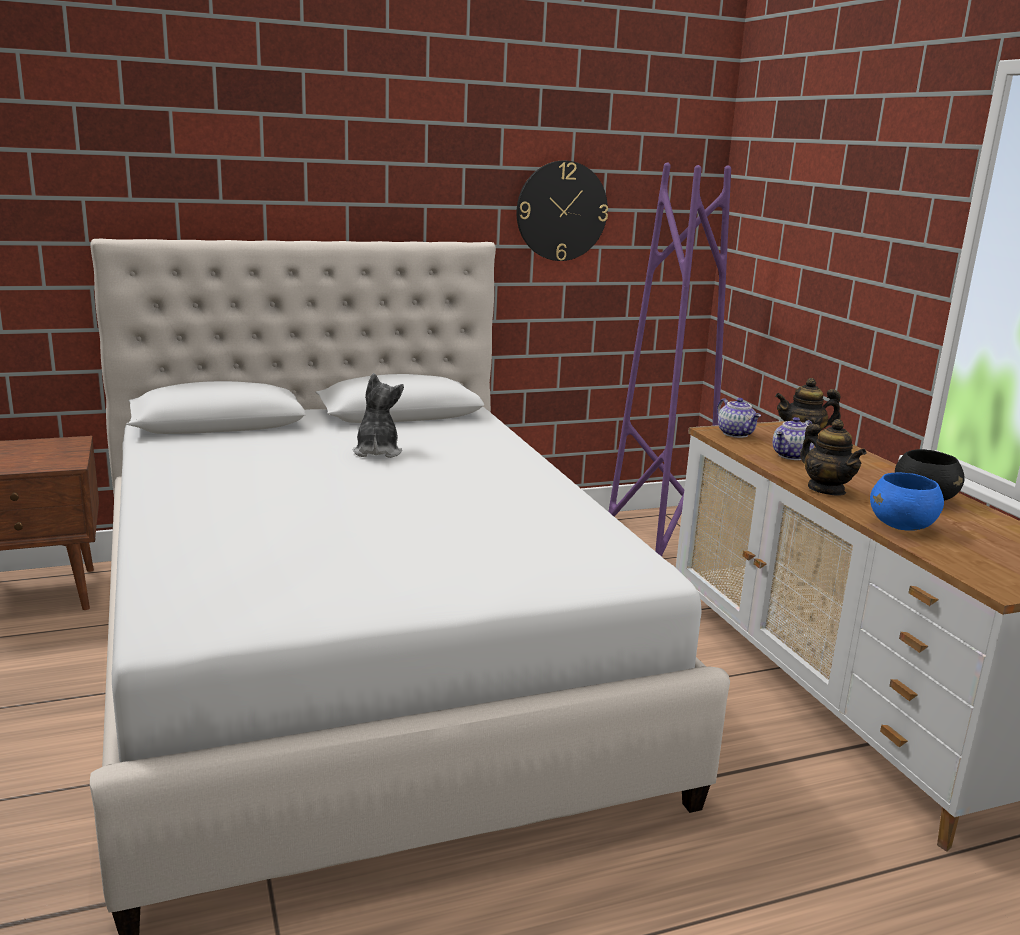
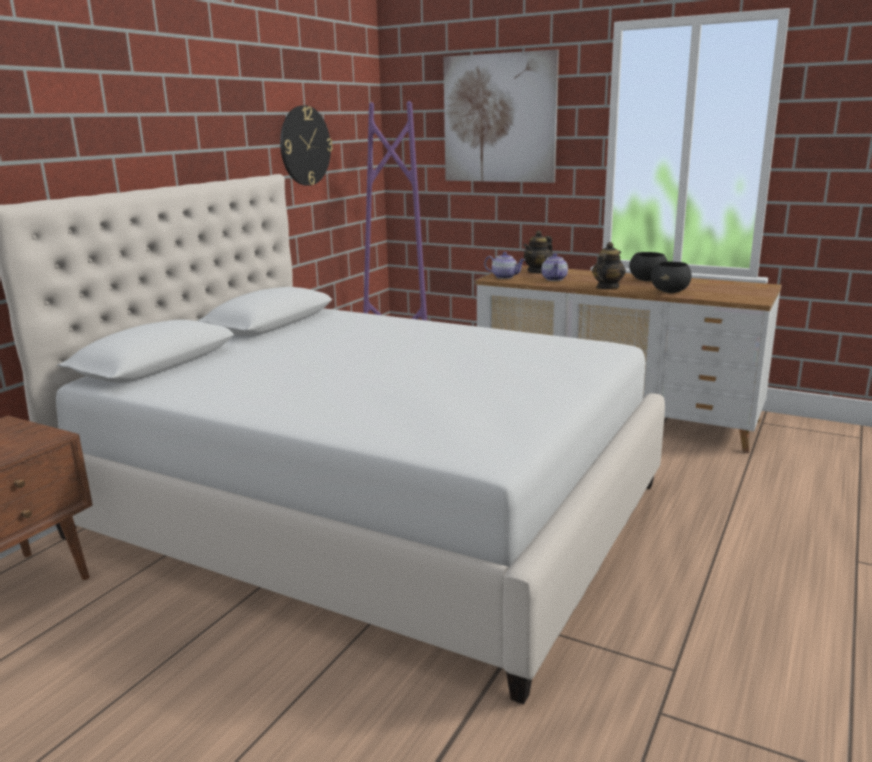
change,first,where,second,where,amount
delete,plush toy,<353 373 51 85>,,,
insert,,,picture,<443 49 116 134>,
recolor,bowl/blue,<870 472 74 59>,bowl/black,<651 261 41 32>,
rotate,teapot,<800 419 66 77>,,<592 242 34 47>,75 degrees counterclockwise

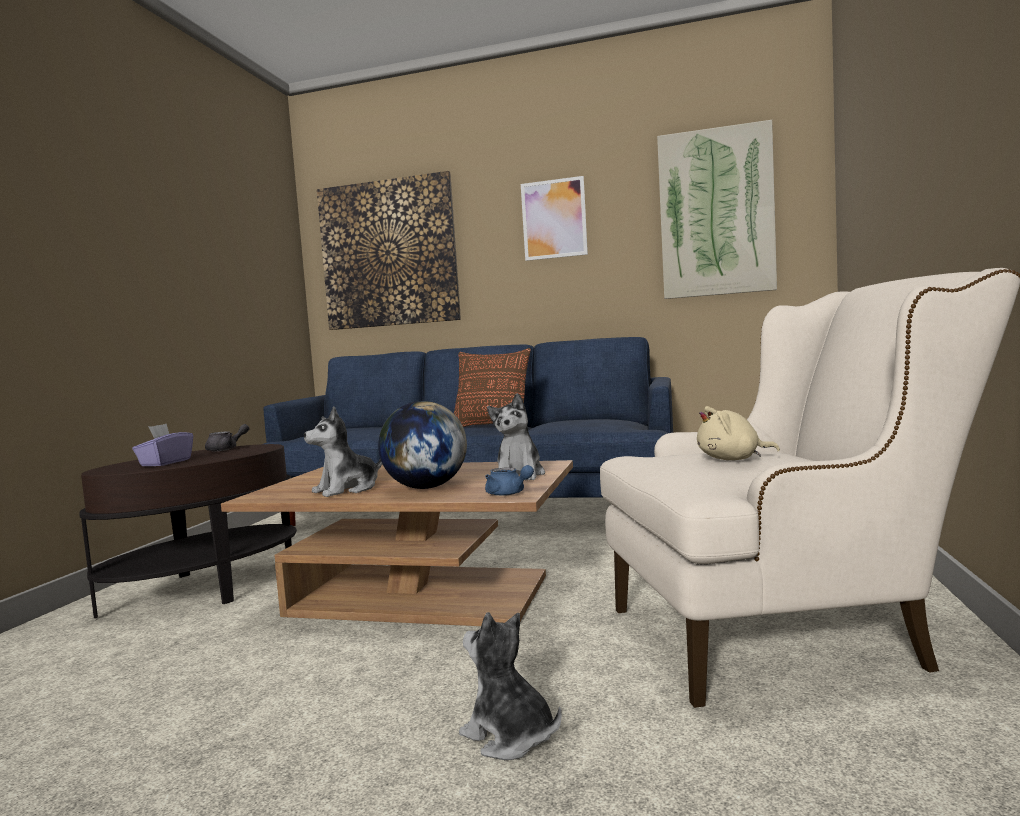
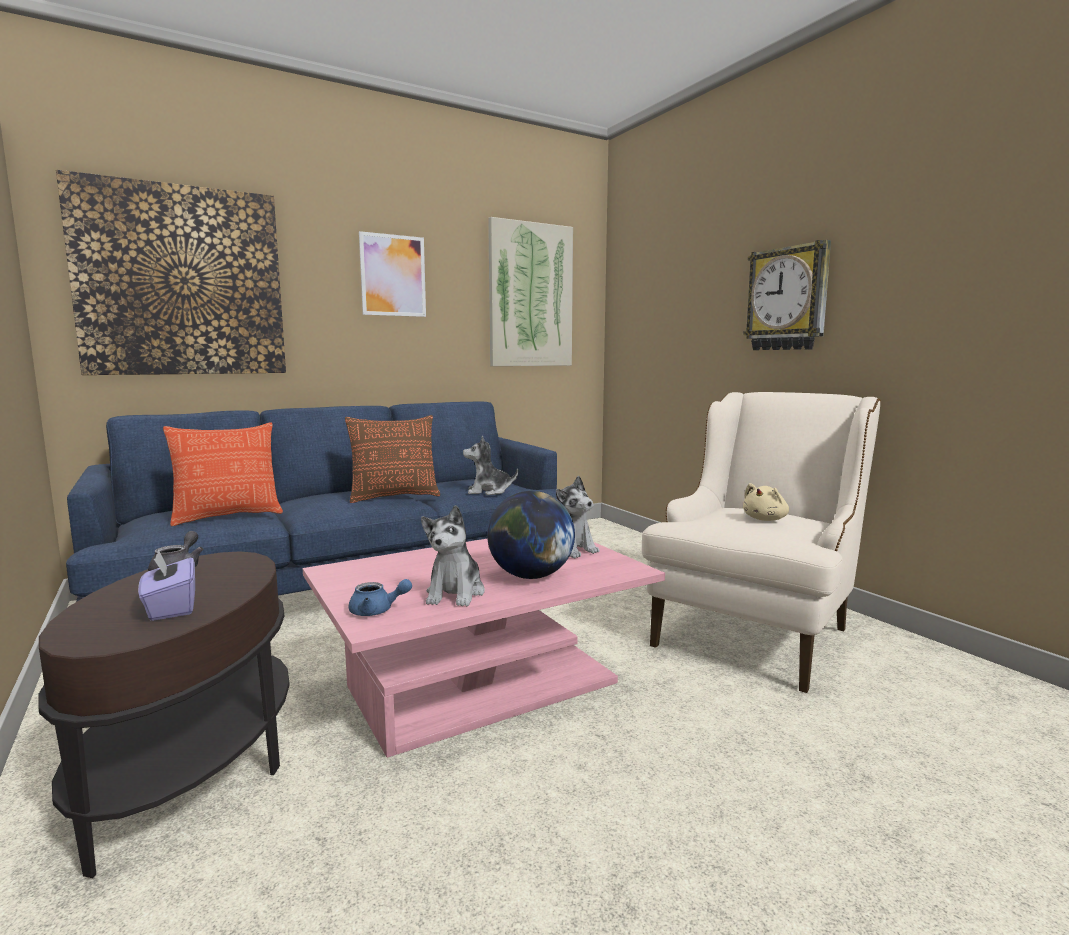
change,first,where,second,where,amount
insert,,,pillow/orange,<163 422 120 104>,
insert,,,wall clock,<743 240 88 110>,
move,plush toy,<459 612 103 148>,,<463 436 55 59>,
move,teapot/blue,<485 465 49 31>,,<349 579 63 37>,
recolor,coffee table/brown,<221 460 352 166>,coffee table/pink,<303 539 362 219>,

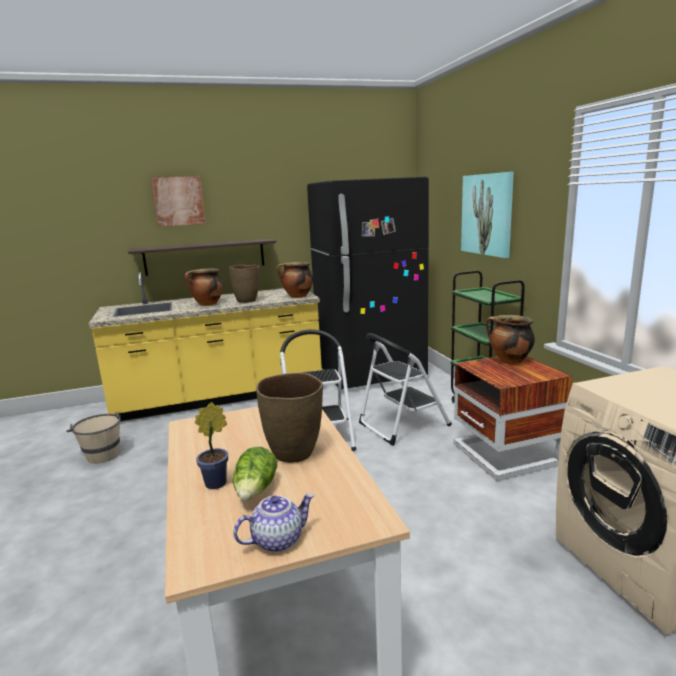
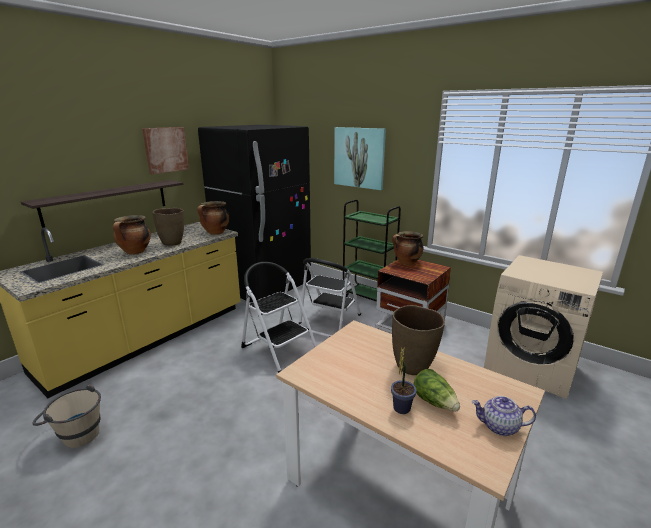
change,first,where,second,where,amount
move,picture,<151 176 55 51>,,<142 127 47 47>,
rotate,teapot,<233 493 81 59>,,<472 396 64 40>,105 degrees counterclockwise

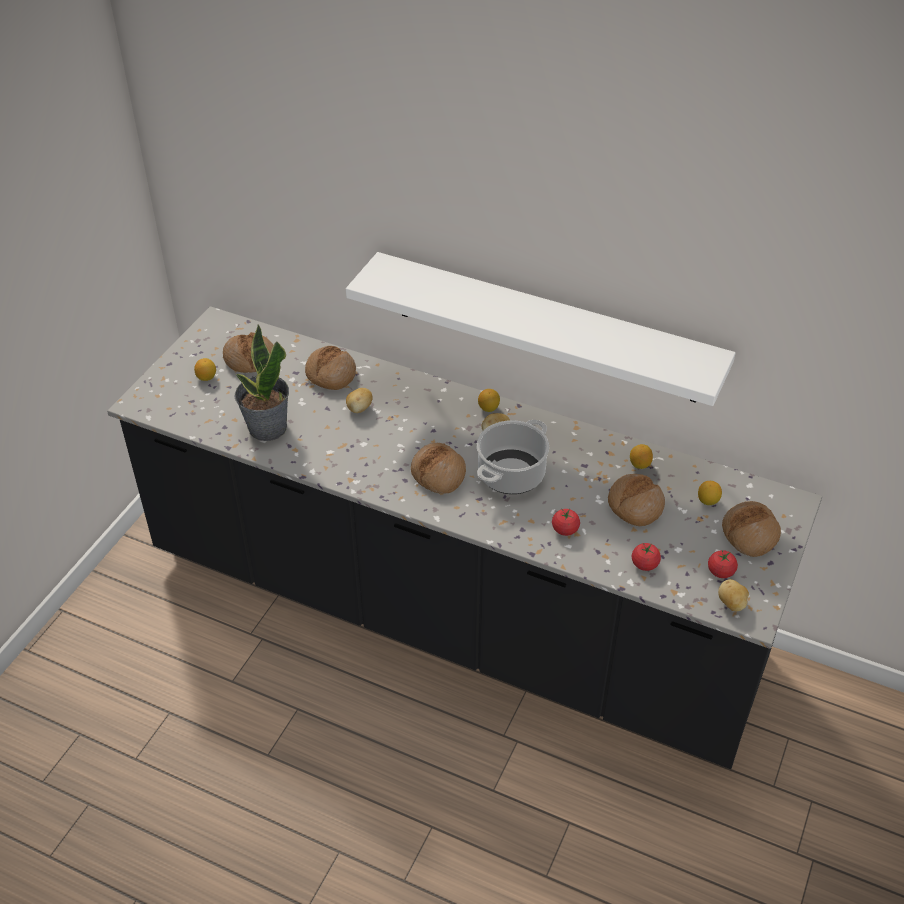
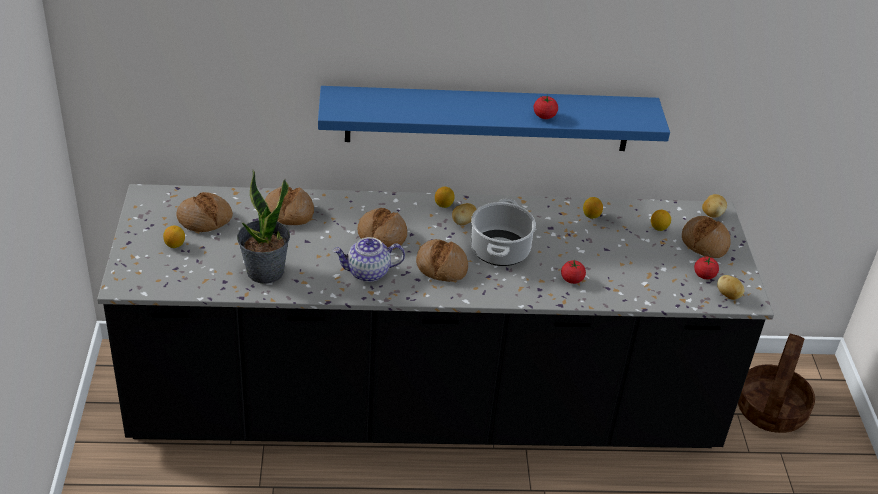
change,first,where,second,where,amount
insert,,,teapot,<333 237 72 45>,
insert,,,basket,<738 334 77 99>,
move,potato,<346 388 27 25>,,<702 194 25 24>,
move,bread,<608 474 57 52>,,<358 208 49 42>,
move,tomato,<632 543 29 28>,,<533 95 25 24>,
recolor,shelf/white,<346 252 390 154>,shelf/blue,<318 86 352 65>,

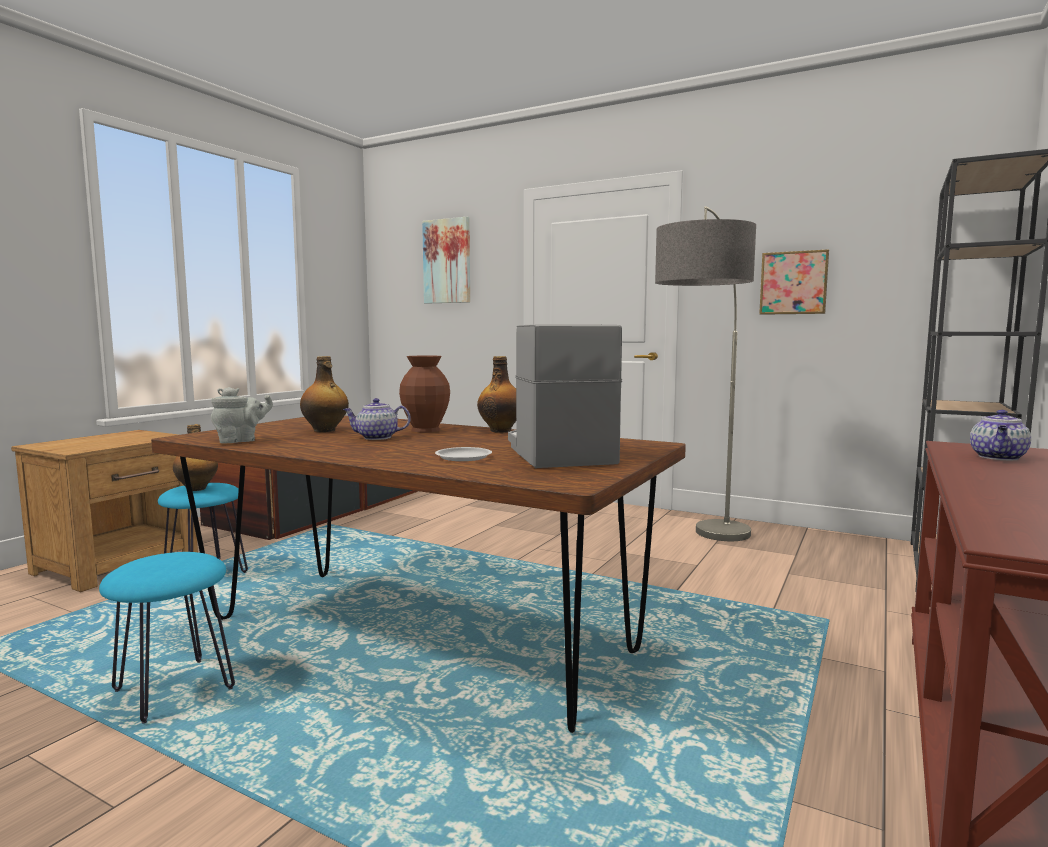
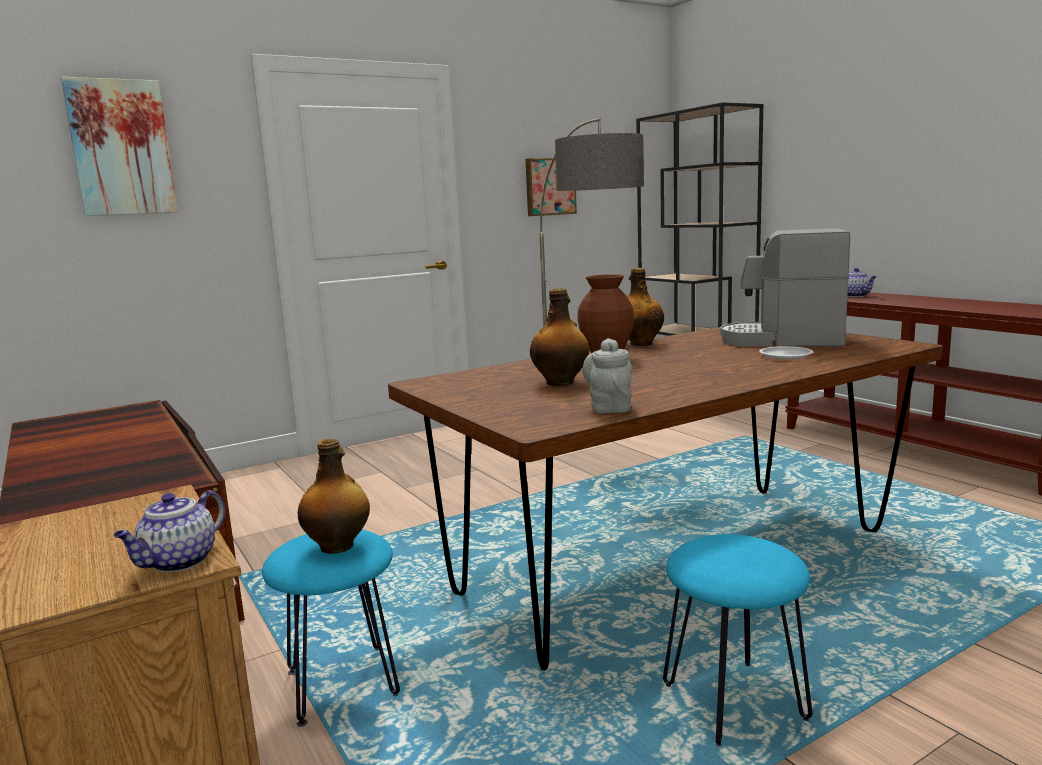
change,first,where,second,where,amount
move,teapot,<343 398 68 42>,,<113 490 112 82>,

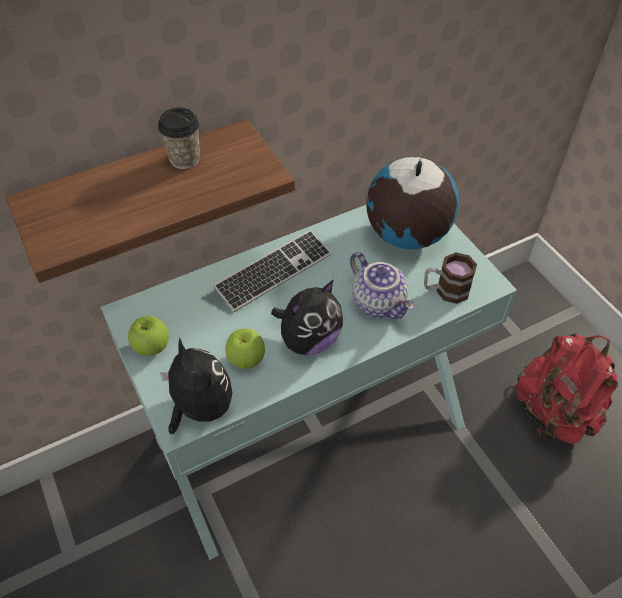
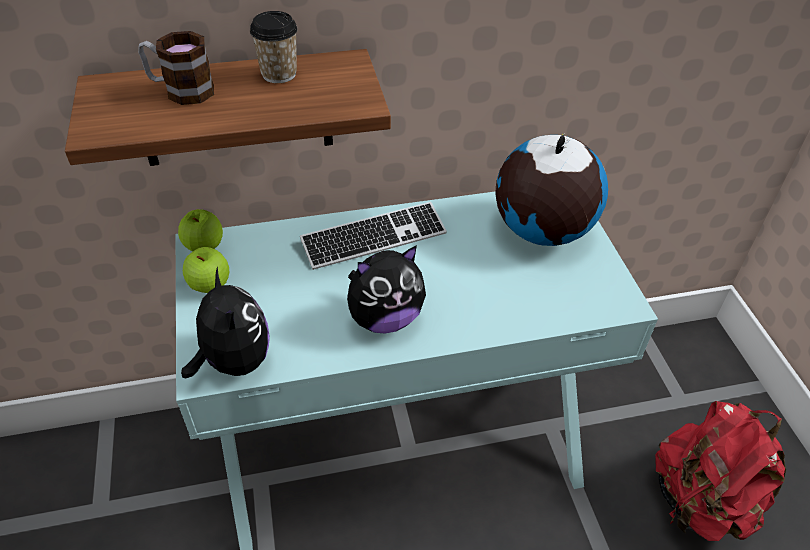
change,first,where,second,where,amount
delete,teapot,<350 252 64 67>,,,
move,apple,<225 328 40 41>,,<178 209 45 42>,
move,mug,<424 252 53 52>,,<138 31 76 74>,

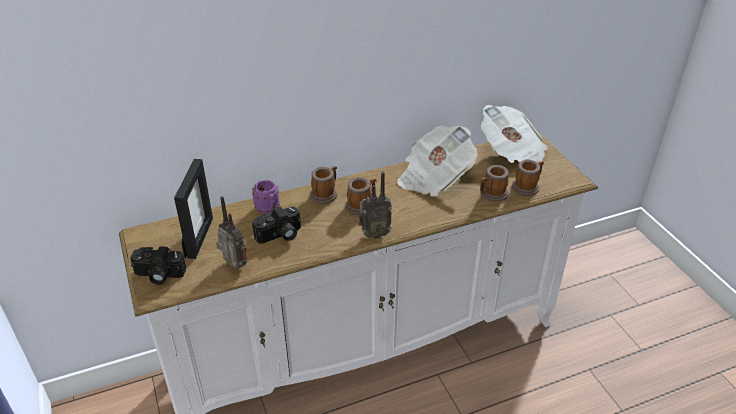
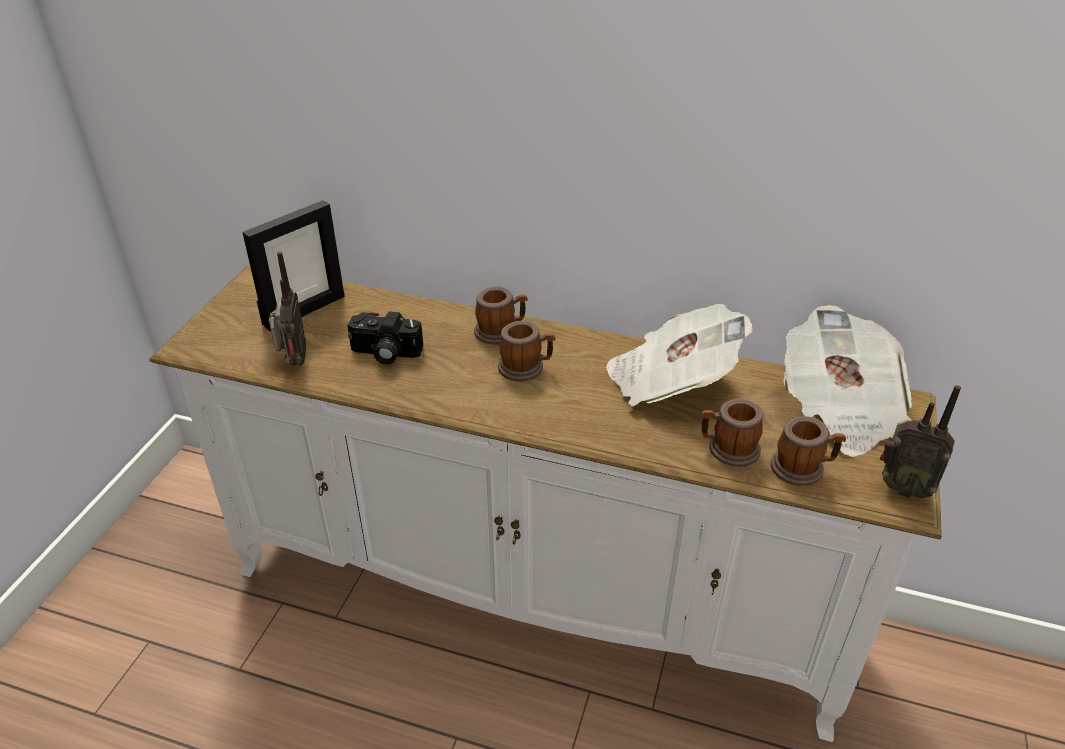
change,first,where,second,where,amount
delete,photo camera,<130 246 56 39>,,,
delete,mug/purple,<252 180 28 34>,,,
move,radio,<358 172 34 67>,,<879 385 82 114>,

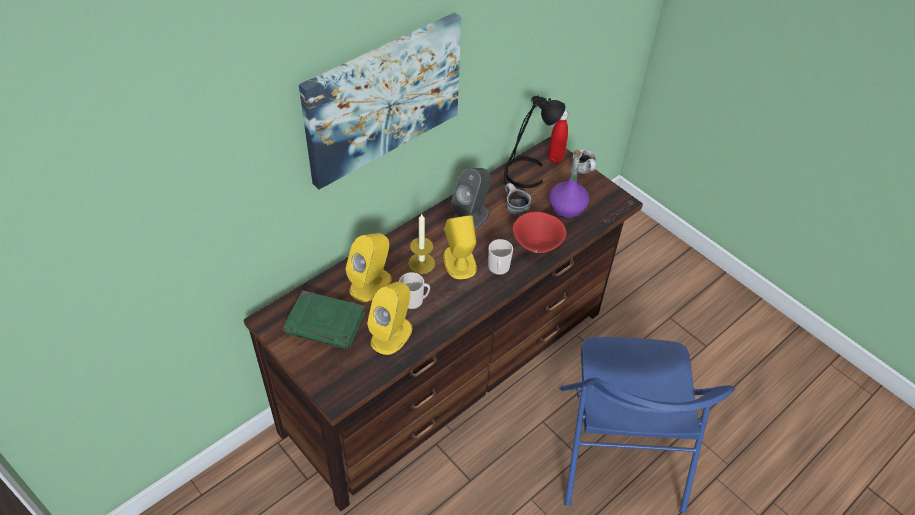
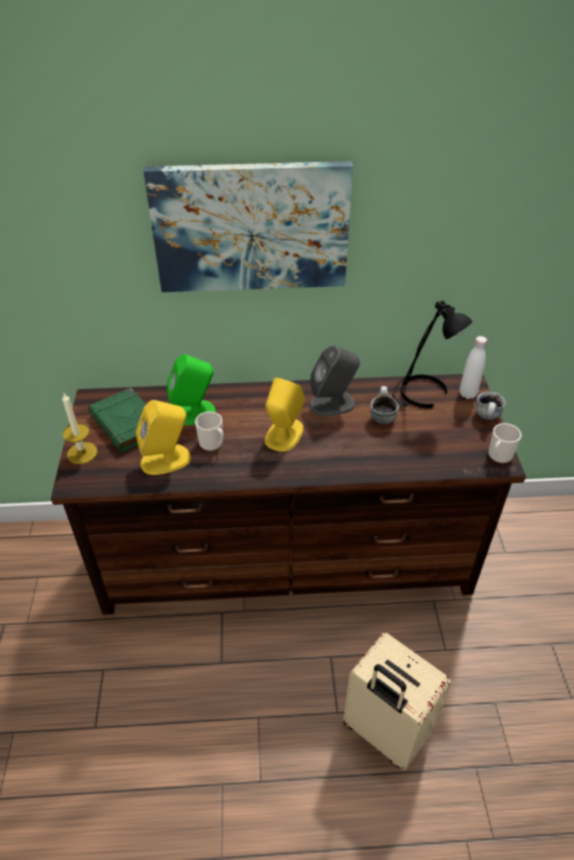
change,first,where,second,where,amount
delete,bowl/red,<513 212 53 41>,,,
delete,bottle/purple,<549 150 40 68>,,,
move,candle,<408 214 27 60>,,<62 393 36 71>,
move,mug,<488 239 25 36>,,<488 423 34 40>,
replace,chair/blue,<559 337 176 175>,suitcase/beige,<343 632 108 138>,
recolor,speaker/yellow,<345 233 47 69>,speaker/green,<167 354 49 71>,
recolor,bottle/red,<548 110 20 54>,bottle/white,<460 336 27 63>,

